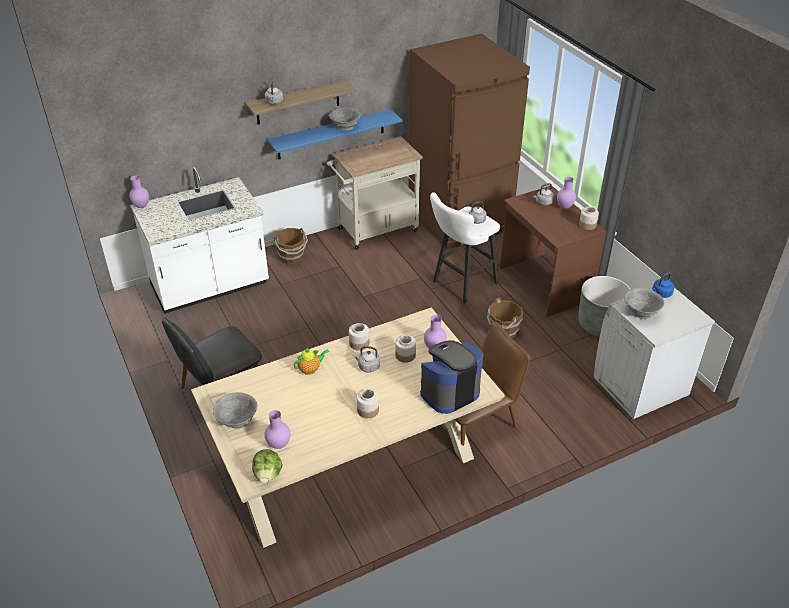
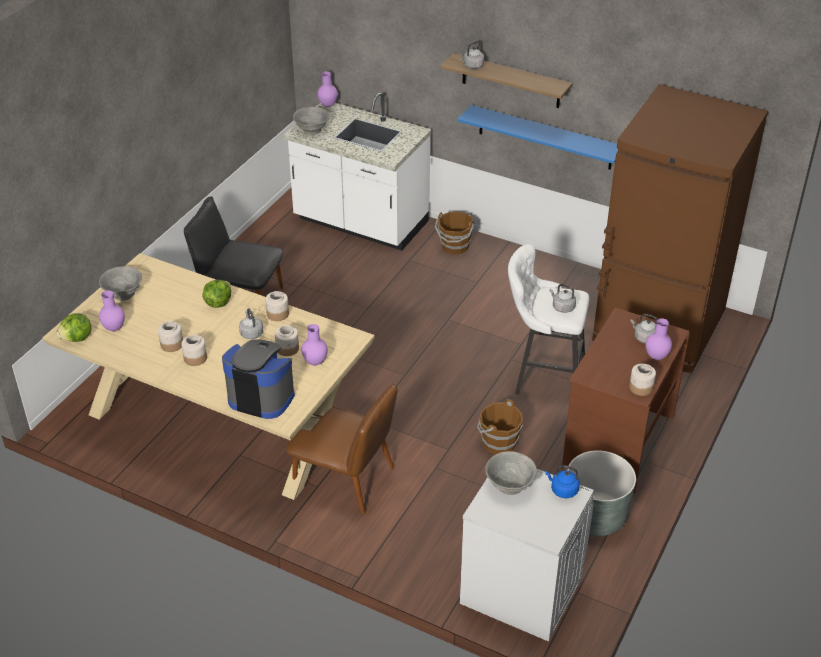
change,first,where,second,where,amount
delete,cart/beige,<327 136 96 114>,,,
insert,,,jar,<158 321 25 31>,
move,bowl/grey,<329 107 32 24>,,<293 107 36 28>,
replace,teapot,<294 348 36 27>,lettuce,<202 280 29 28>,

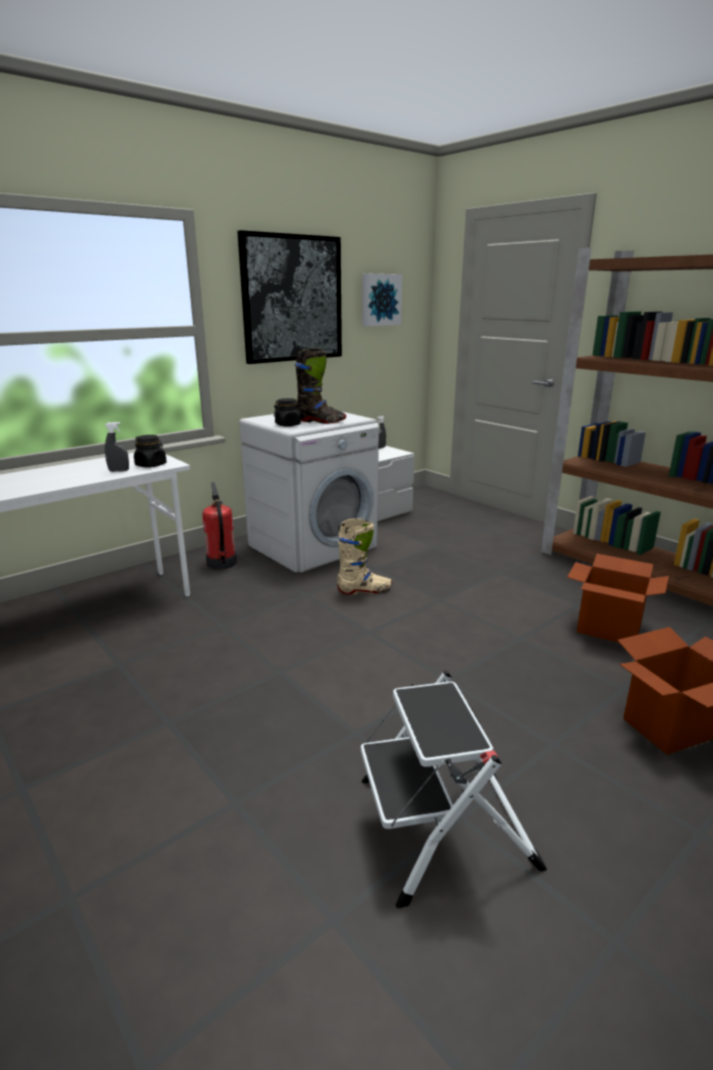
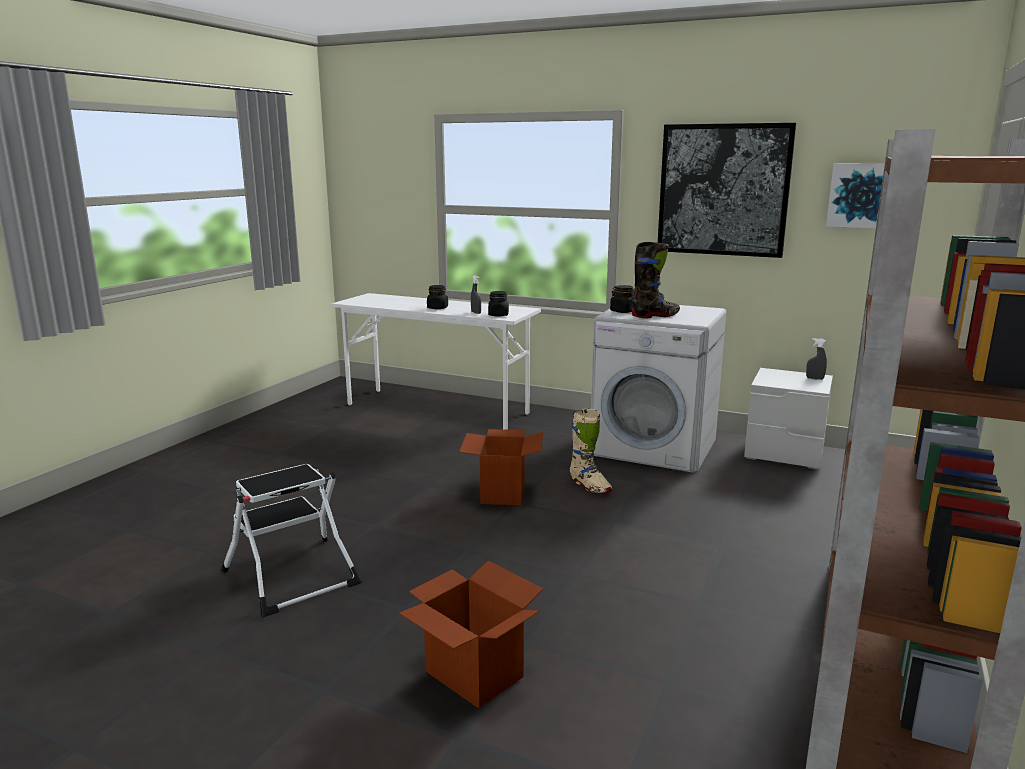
change,first,where,second,where,amount
delete,fire extinguisher,<202 482 35 88>,,,
insert,,,jar/black,<427 285 21 24>,
move,cardboard box,<567 554 102 89>,,<459 429 84 76>,
rotate,boot/black,<295 348 51 76>,,<632 242 48 77>,105 degrees counterclockwise

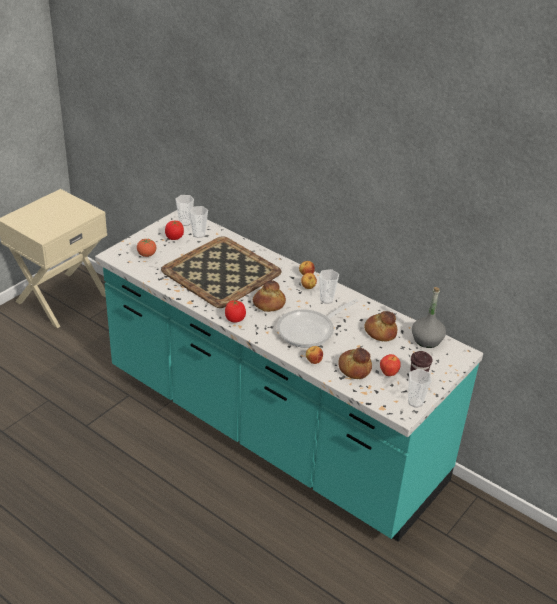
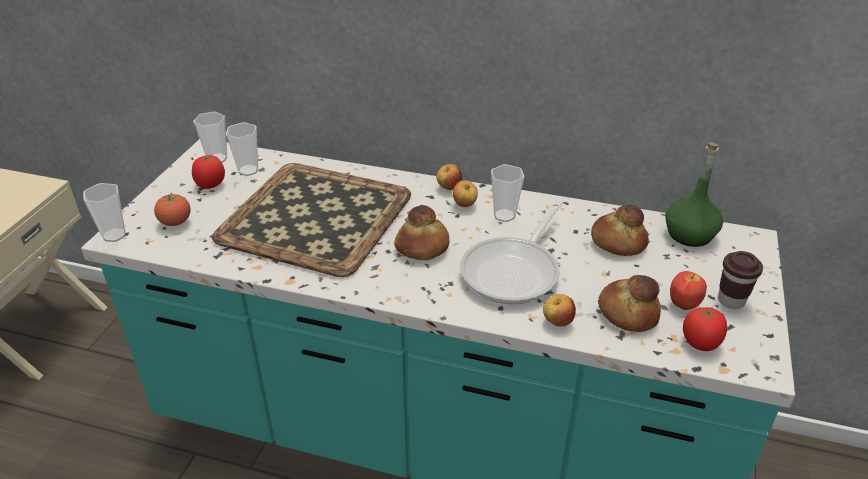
change,first,where,second,where,amount
move,tomato,<225 299 21 24>,,<683 307 44 44>,
move,cup,<408 369 24 39>,,<83 183 43 59>,
recolor,bottle/grey,<412 287 34 61>,bottle/green,<665 142 58 105>,

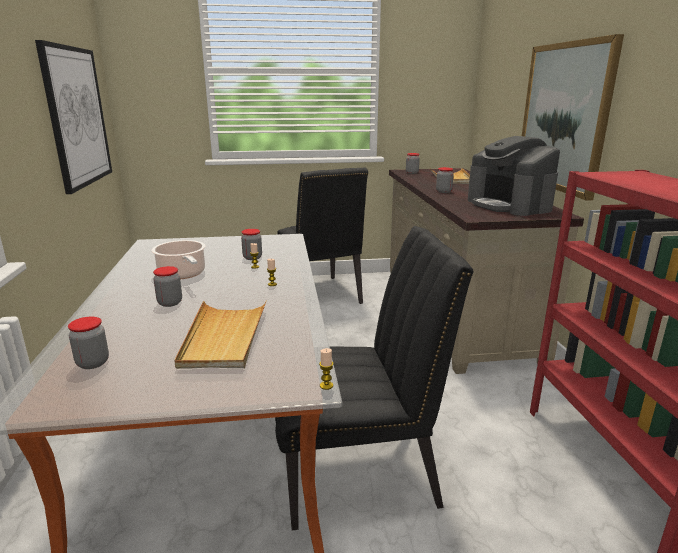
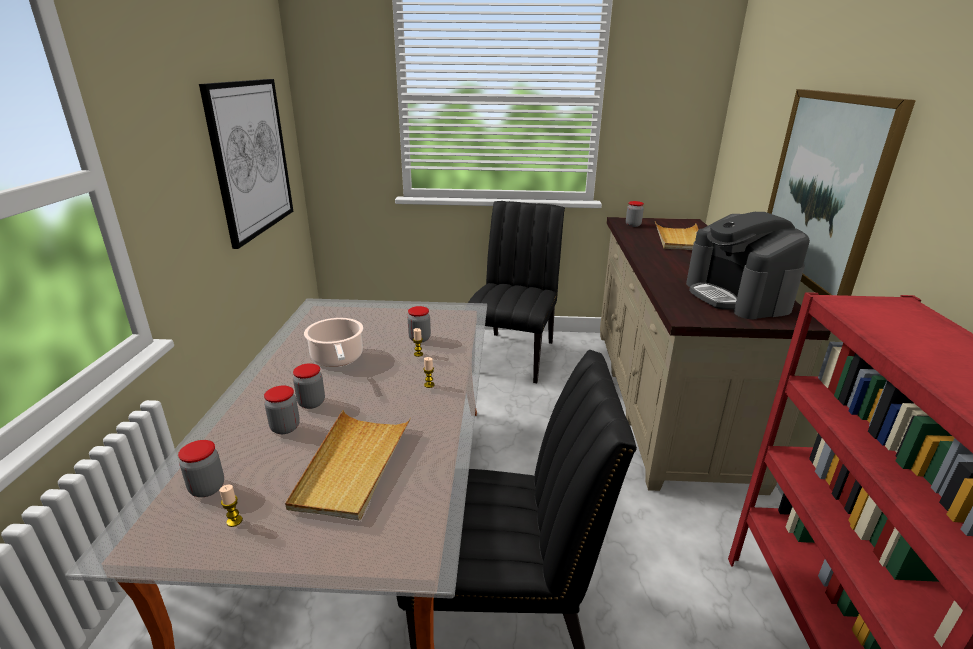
change,first,where,second,where,amount
move,candle,<319 348 14 42>,,<219 485 24 42>,
move,jar,<436 167 18 26>,,<264 386 36 48>,
rotate,chair/black,<277 168 91 136>,,<468 201 97 182>,150 degrees counterclockwise

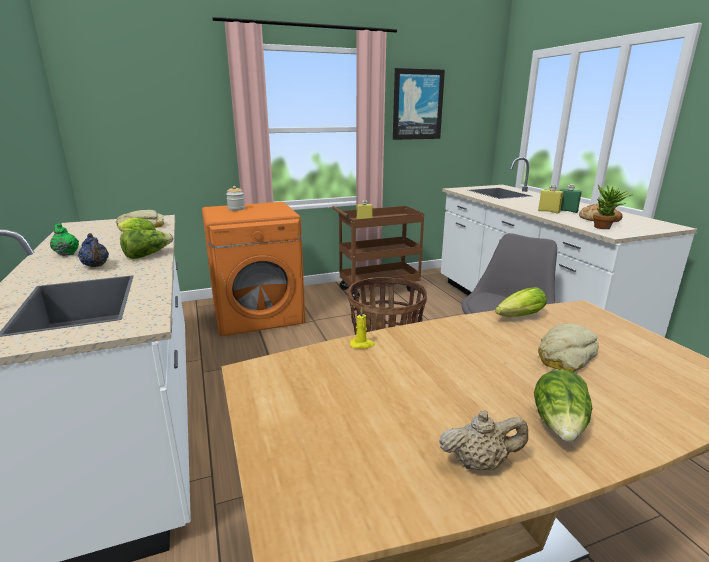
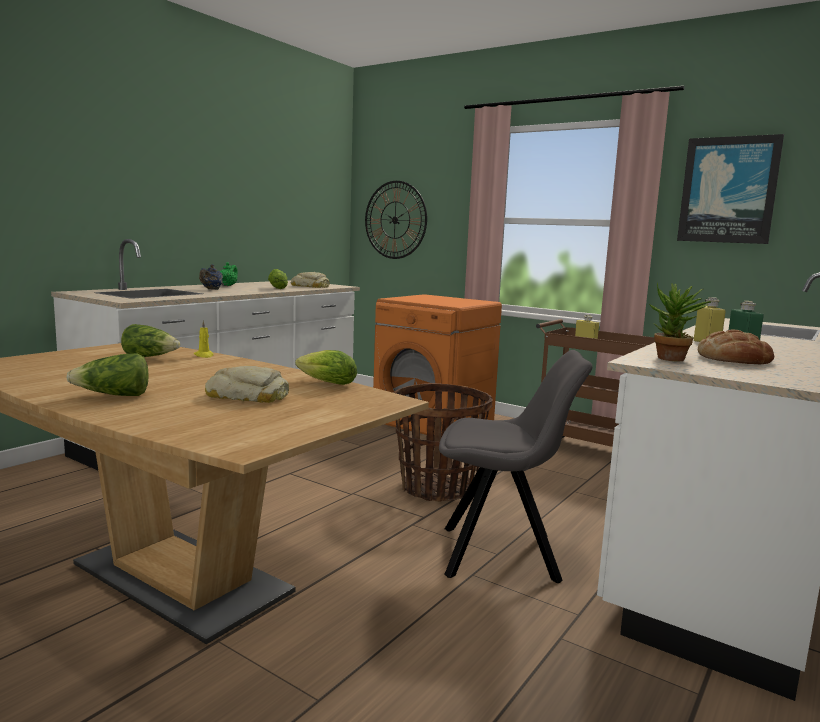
change,first,where,second,where,amount
delete,jar,<226 186 19 25>,,,
delete,teapot/beige,<439 411 89 59>,,,
insert,,,wall clock,<365 181 62 78>,
move,lettuce,<120 229 53 30>,,<121 324 59 33>,

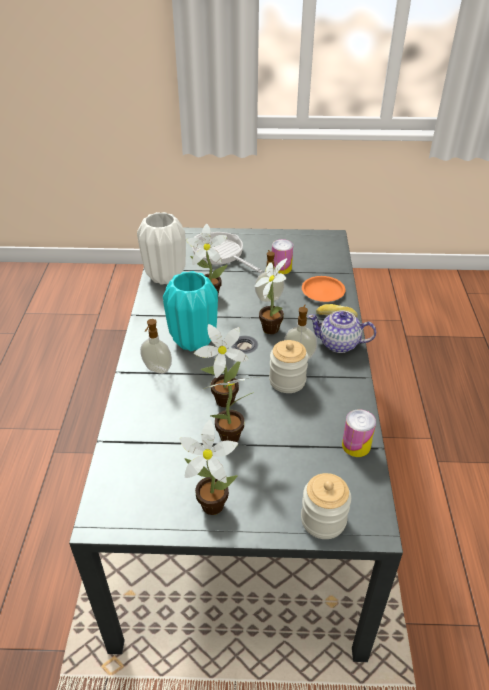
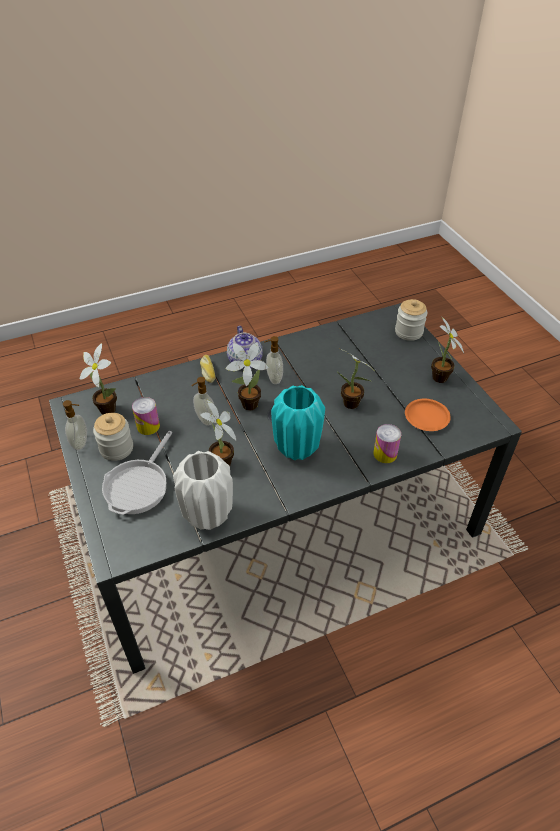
change,first,where,second,where,amount
move,soap dispenser,<140 319 32 55>,,<63 400 24 50>,
move,potted plant,<204 377 56 65>,,<80 343 37 72>,
move,jar,<269 340 39 53>,,<93 413 40 48>,
move,plate/orange,<302 276 43 26>,,<405 399 46 32>,
move,can,<342 410 34 47>,,<373 424 28 39>,

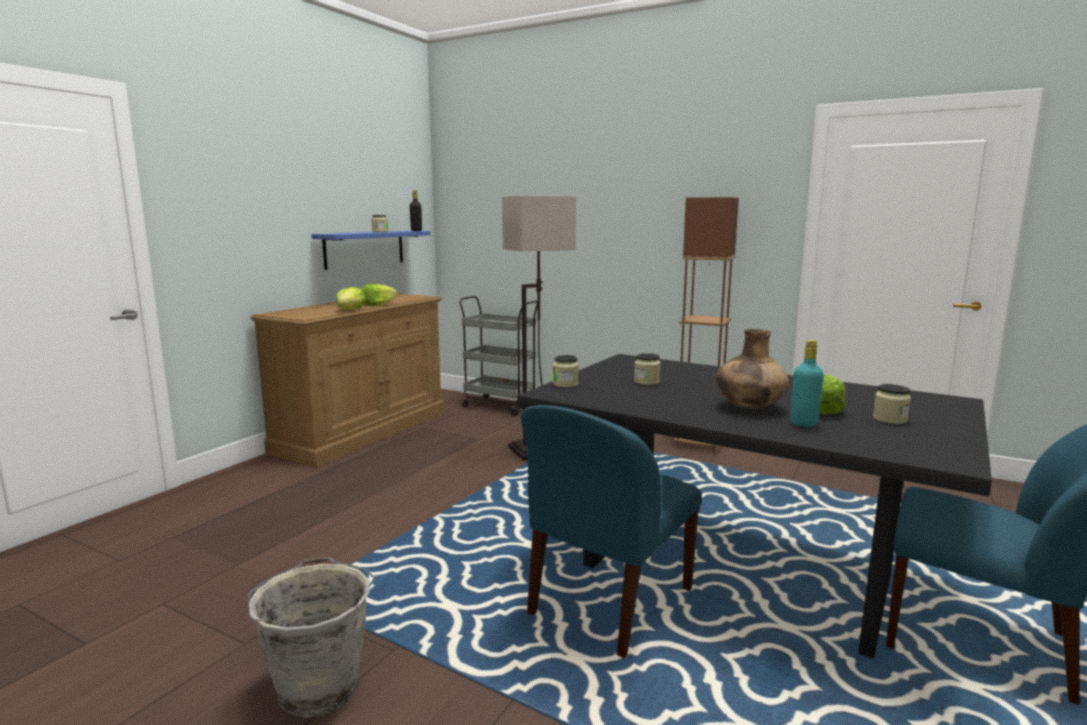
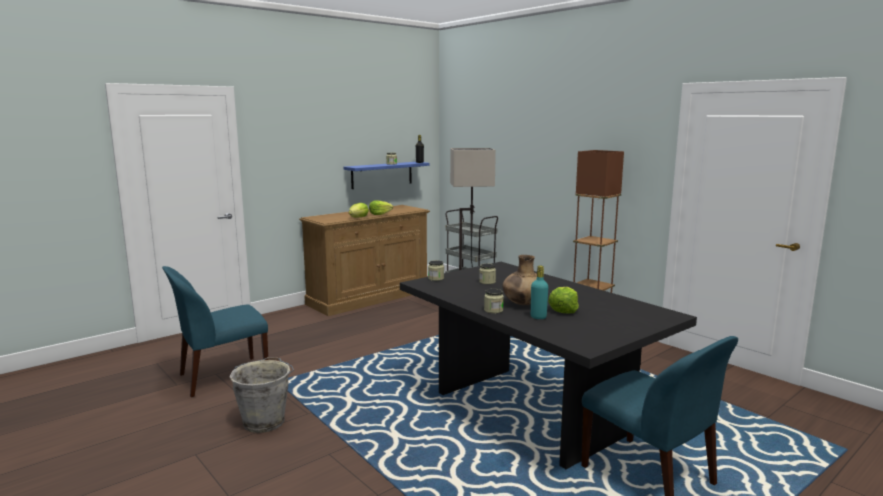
change,first,where,second,where,amount
move,chair/blue,<521 405 181 253>,,<162 266 106 131>,
move,jar,<873 384 38 40>,,<484 288 20 25>,

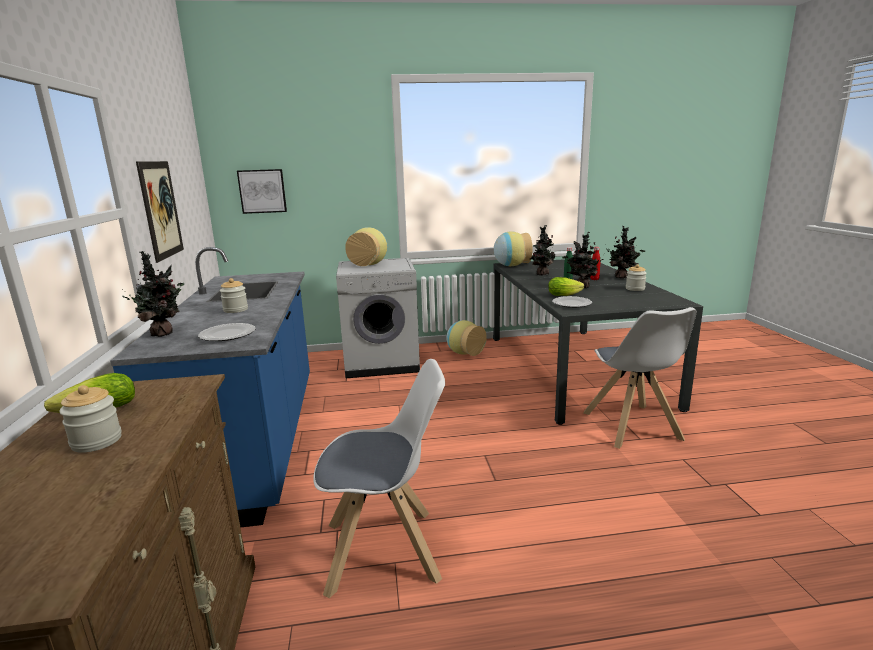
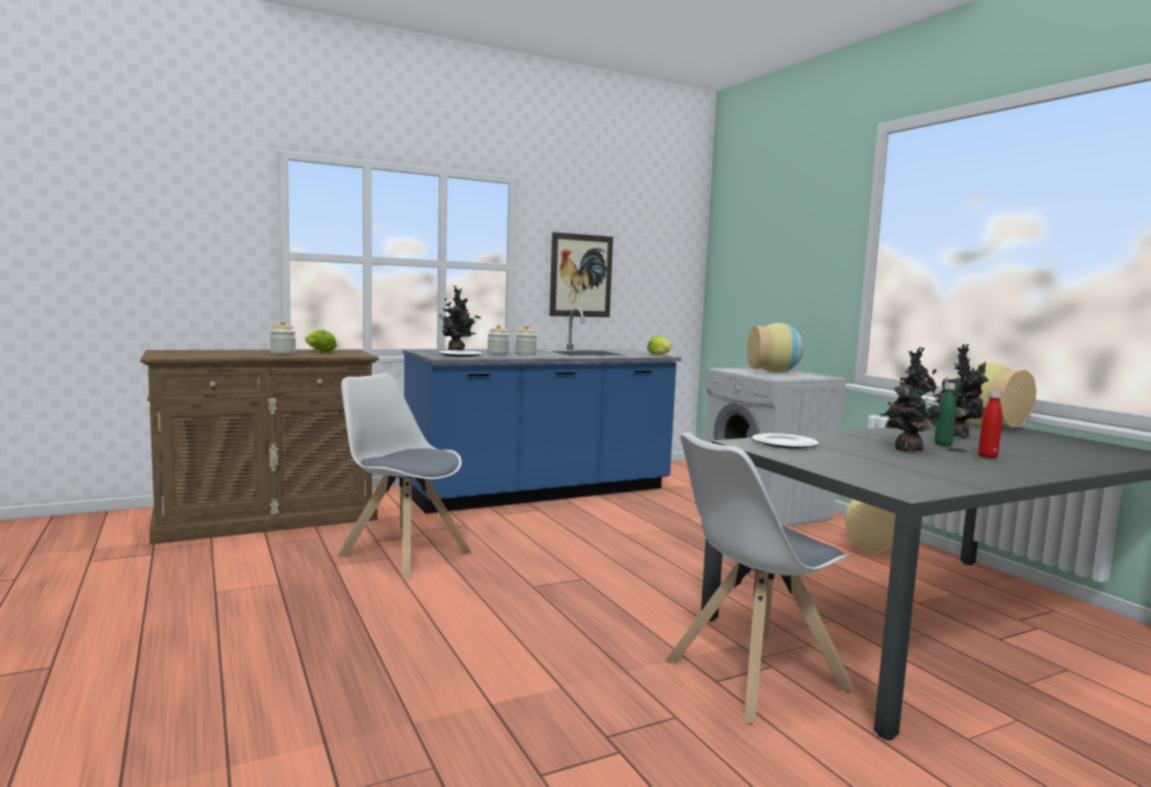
change,first,where,second,where,amount
delete,picture,<237 169 50 45>,,,
delete,potted plant,<606 226 40 52>,,,
move,lettuce,<548 277 36 19>,,<647 335 25 20>,
move,jar,<626 264 21 27>,,<487 324 22 30>,
rotate,chair,<313 359 132 239>,,<337 373 135 206>,150 degrees clockwise

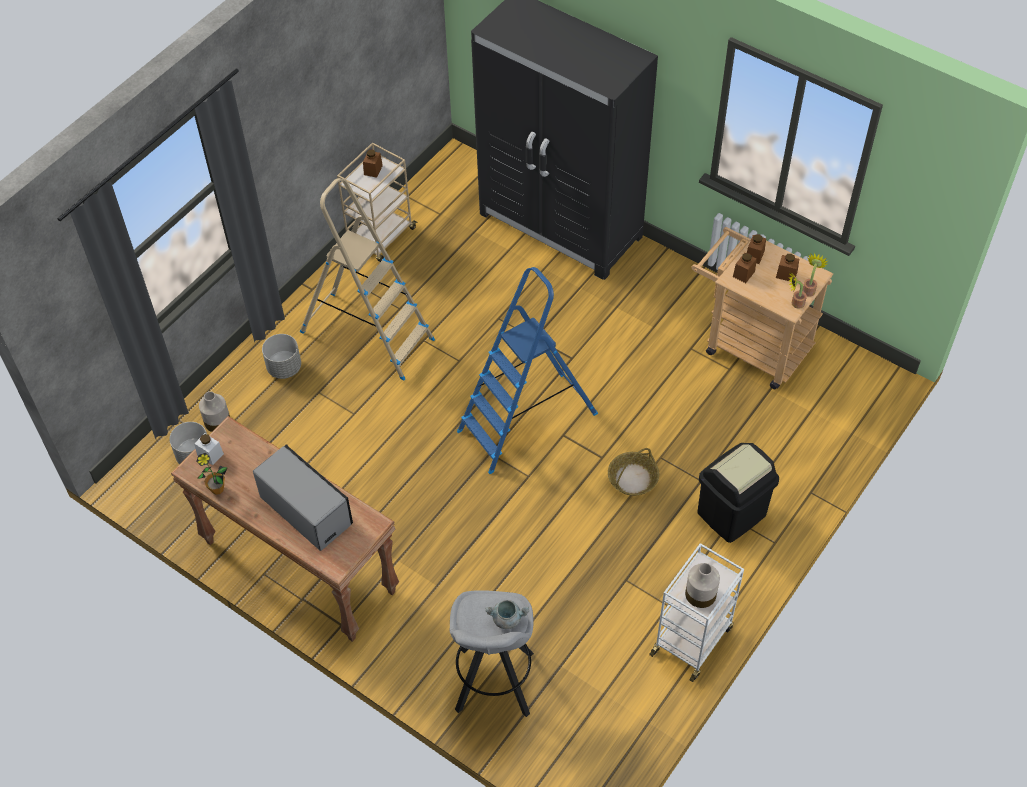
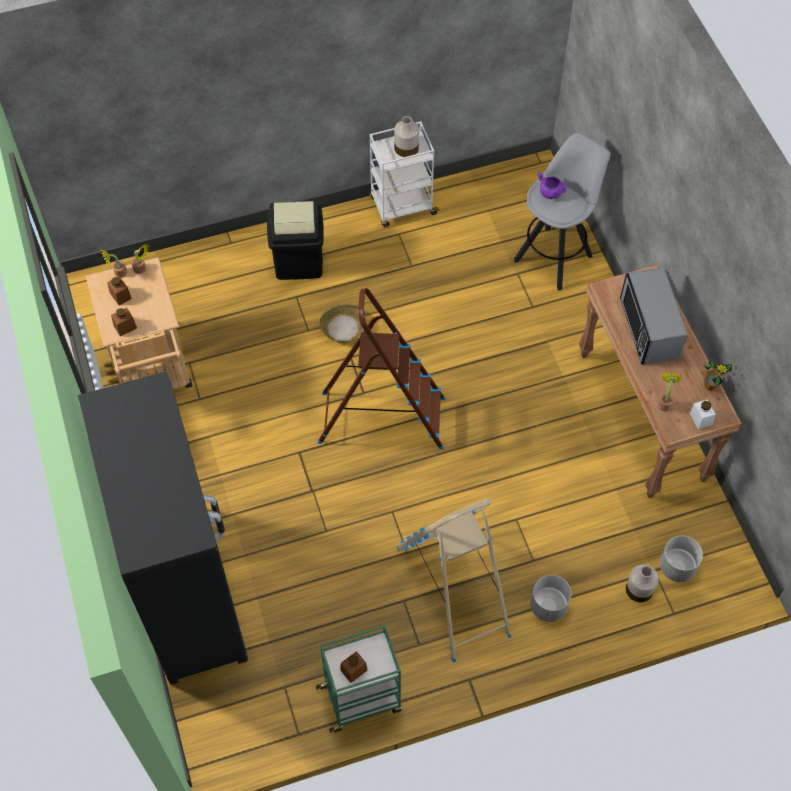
change,first,where,second,where,amount
delete,jar/brown,<733 253 24 30>,,,
insert,,,potted plant,<658 371 25 40>,
recolor,cart/beige,<337 143 81 119>,cart/green,<316 625 86 108>,
recolor,step ladder/blue,<457 267 141 207>,step ladder/brown,<317 288 129 161>,
recolor,cooking pot/grey,<485 600 44 29>,cooking pot/purple,<537 172 31 27>,

